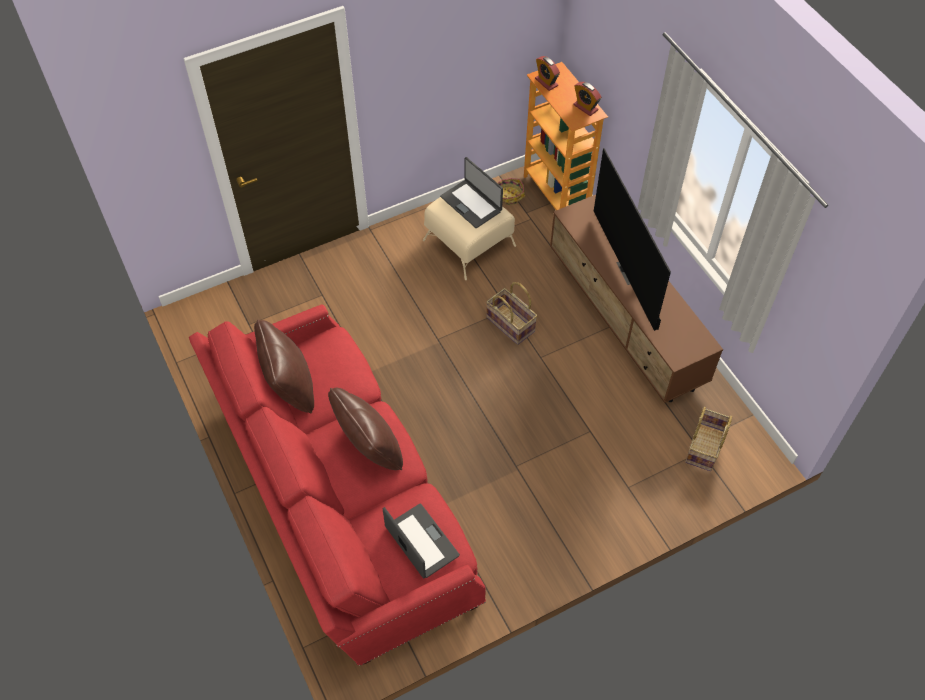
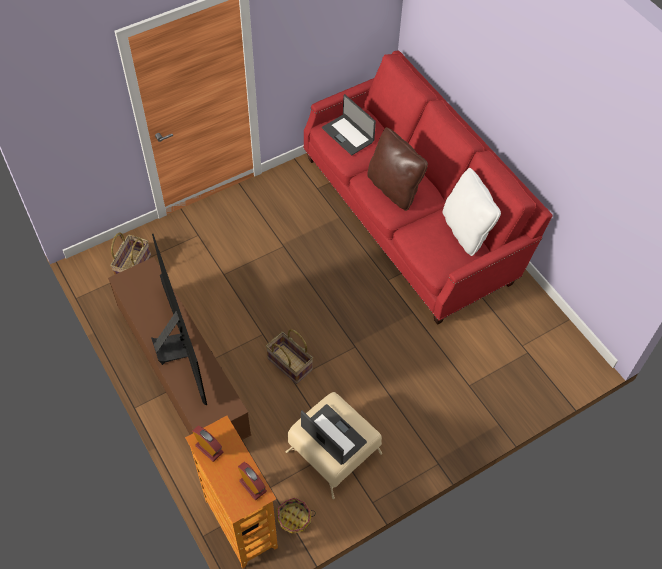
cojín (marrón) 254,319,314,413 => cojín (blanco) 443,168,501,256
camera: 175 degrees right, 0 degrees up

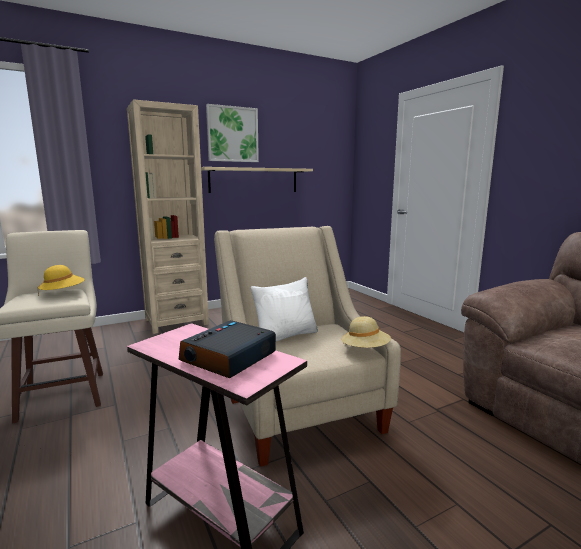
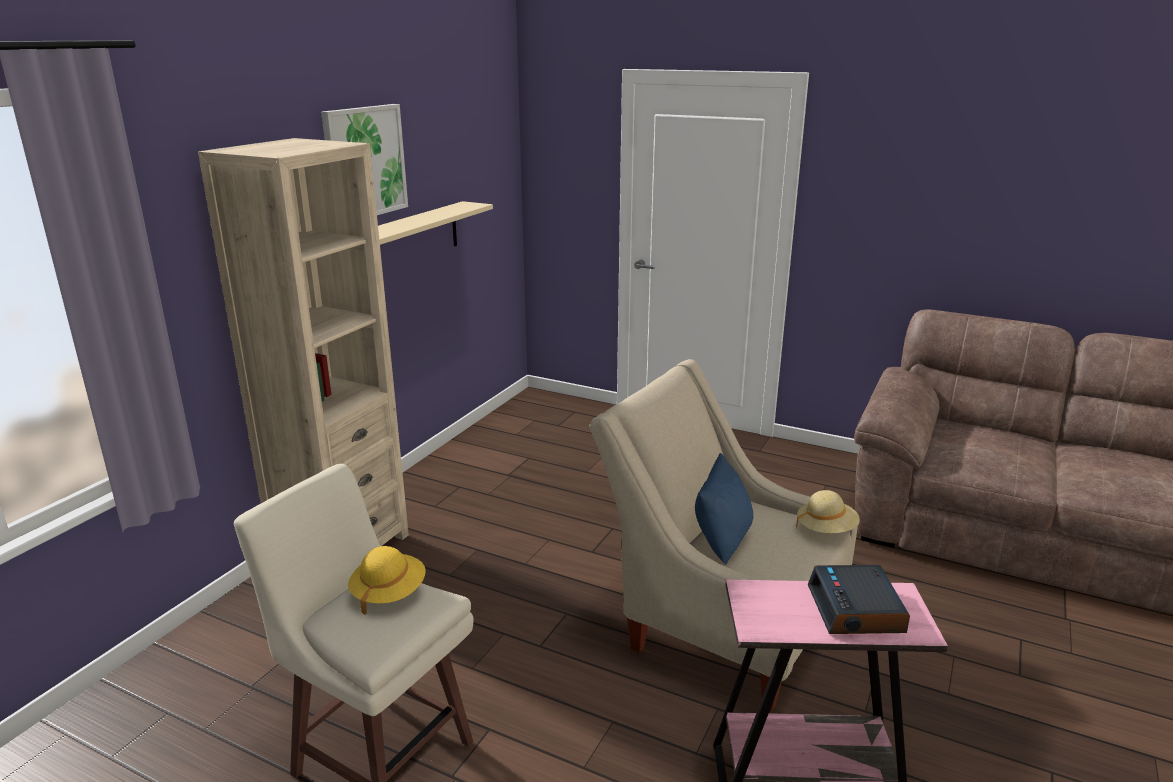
cojín (blanco) 251,277,318,341 => cojín (azul) 695,453,753,565
camera: 35 degrees left, 10 degrees up

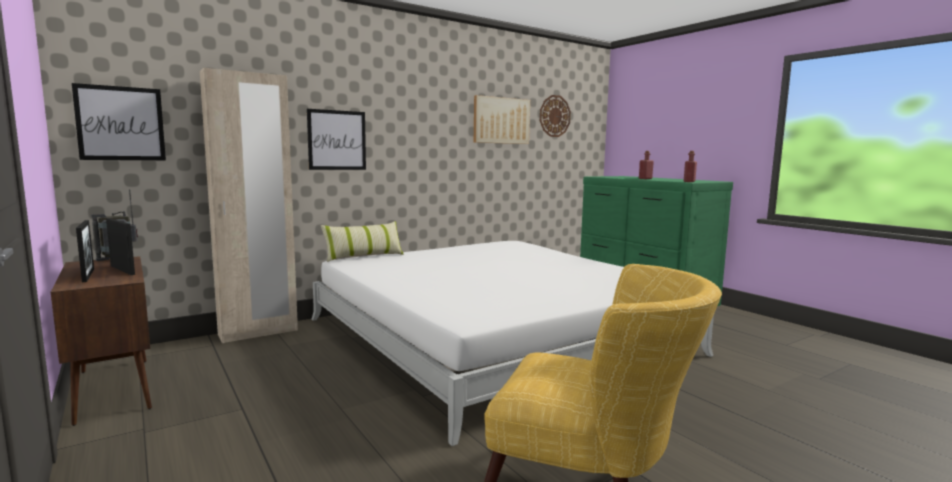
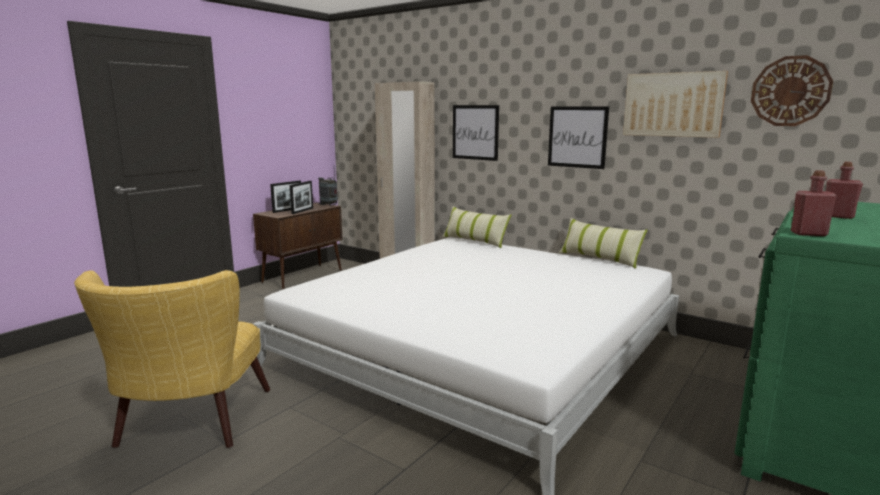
nothing => cojín 559,218,648,269
cuadro 72,83,166,160 => cuadro 548,106,609,169, shifted
camera: 70 degrees right, 5 degrees up

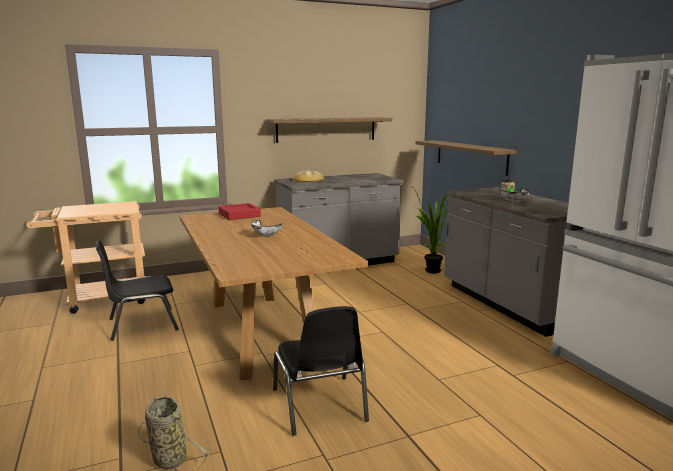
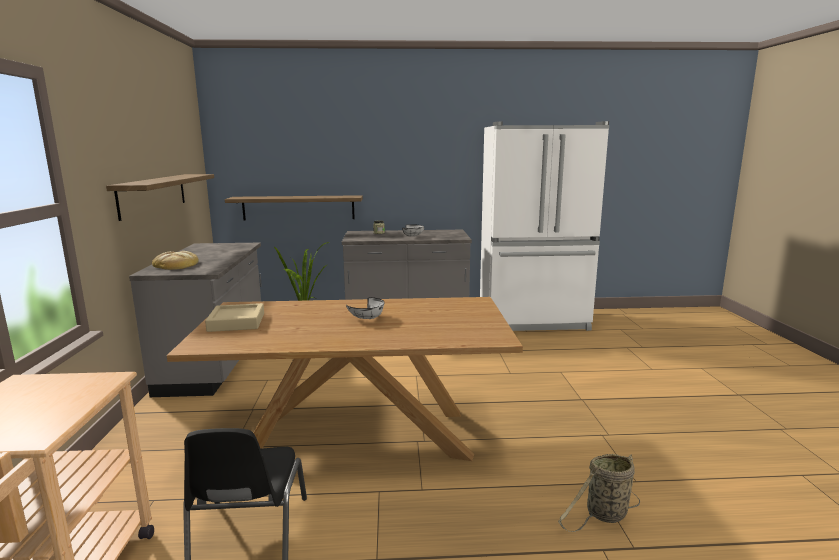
silla (negro) 273,306,369,436 => nothing
bandeja (rojo) 219,203,261,220 => bandeja (beis) 205,303,264,332
camera: 70 degrees left, 0 degrees up

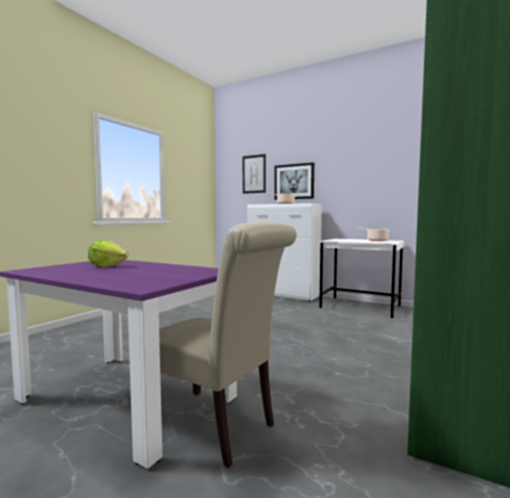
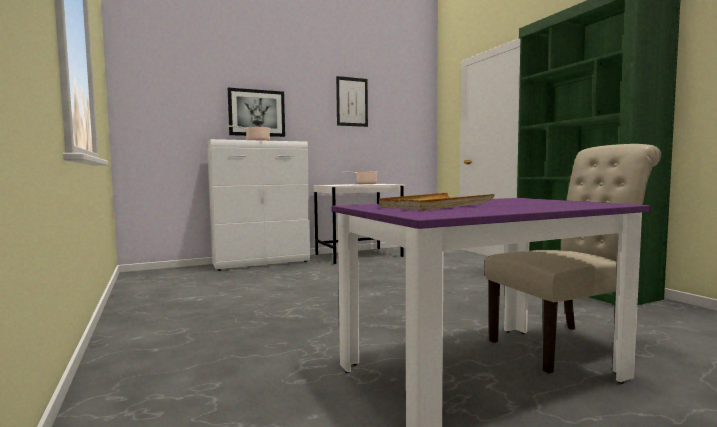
cuadro 243,154,266,194 => cuadro 336,76,368,127, shifted
lechuga 88,240,128,268 => bandeja (beis) 379,193,495,211
camera: 55 degrees left, 0 degrees up

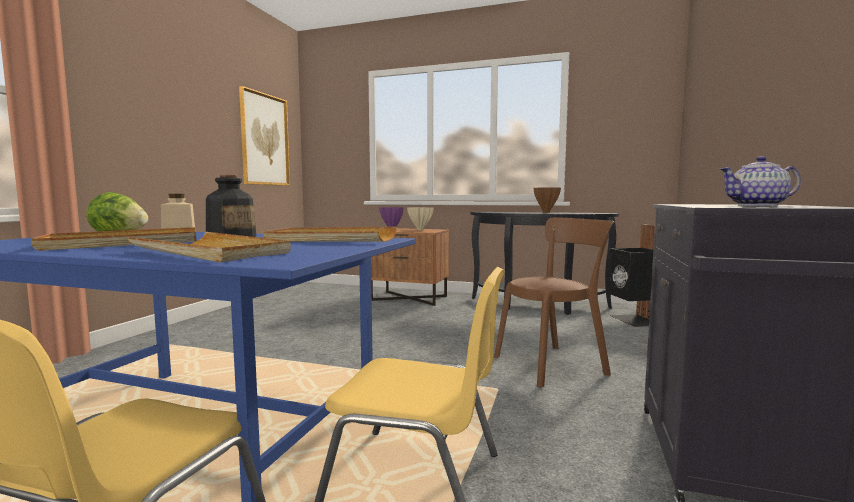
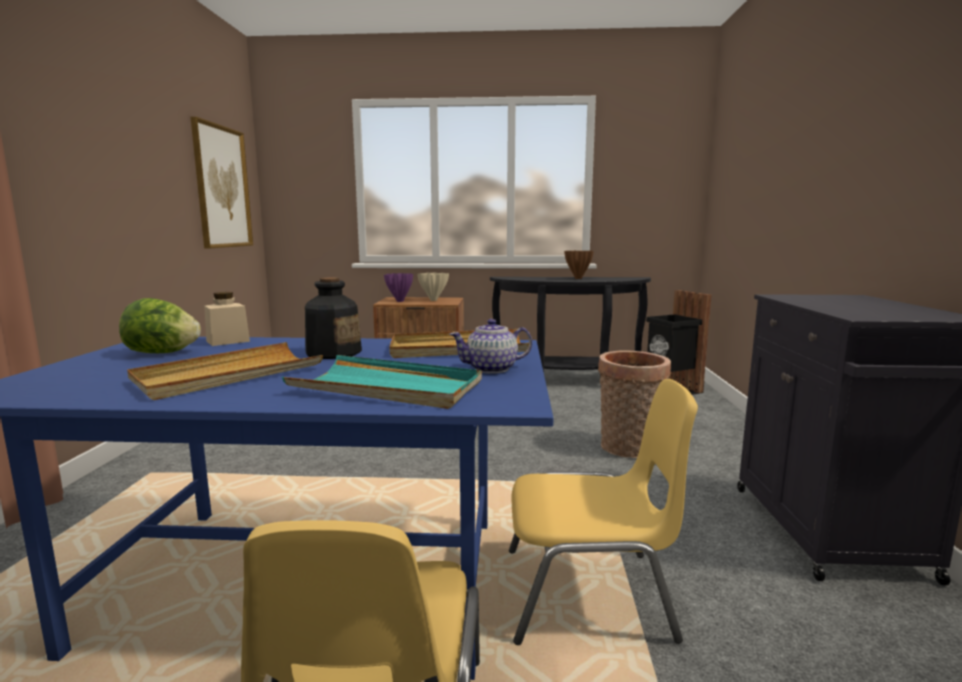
tetera 720,156,801,206 => tetera 449,319,532,373, shifted
silla (marrón) 494,217,614,388 => cesta 598,350,671,458
bandeja (beis) 126,232,291,262 => bandeja (turquesa) 282,355,482,409
camera: 15 degrees left, 5 degrees up

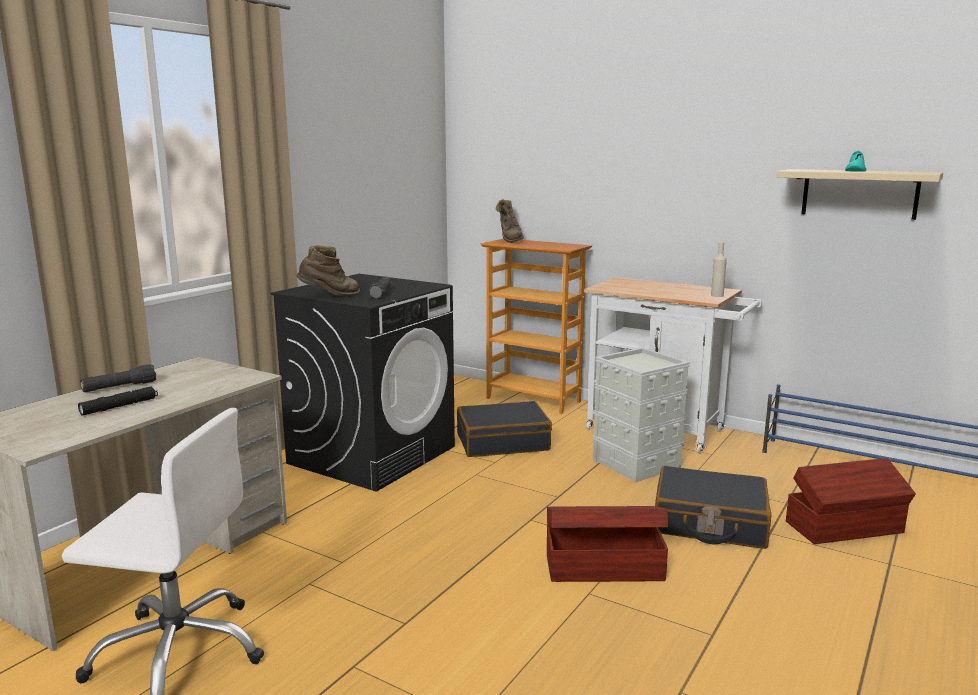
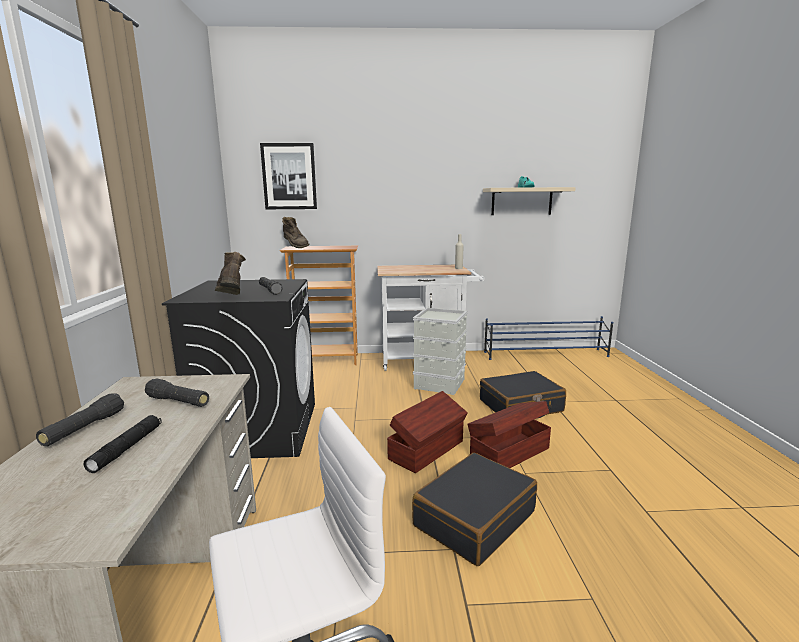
nothing => linterna (negro) 145,378,209,407
nothing => cuadro 260,143,317,209
maleta (negro) 457,401,552,457 => maleta (negro) 412,453,537,566, shifted
caja de almacenaje (marrón) 786,458,916,544 => caja de almacenaje (marrón) 387,391,468,473, shifted
bota (marrón) 297,246,360,297 => bota (marrón) 215,252,246,295, 60 degrees counterclockwise
camera: 35 degrees left, 0 degrees up

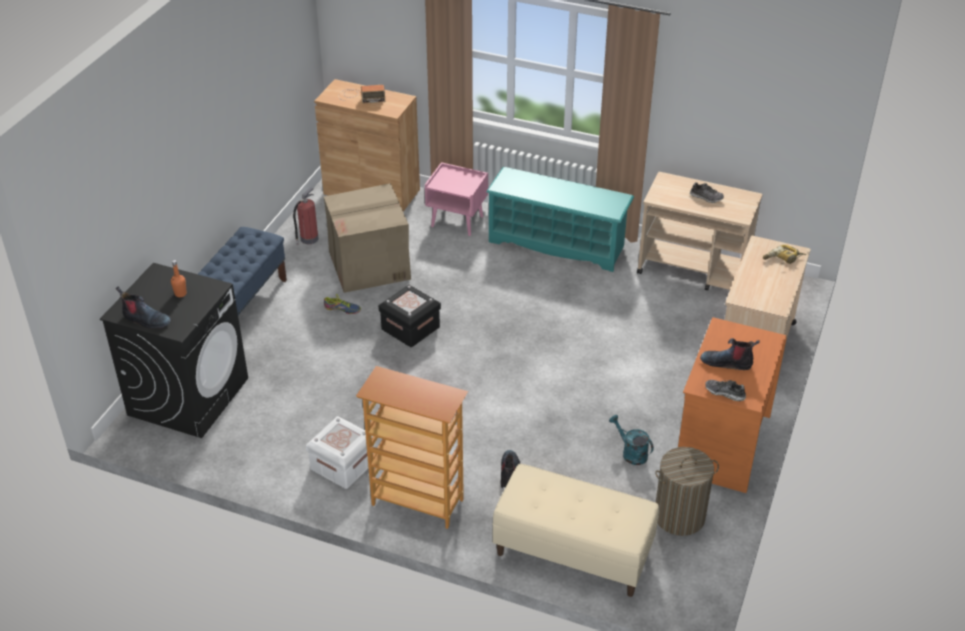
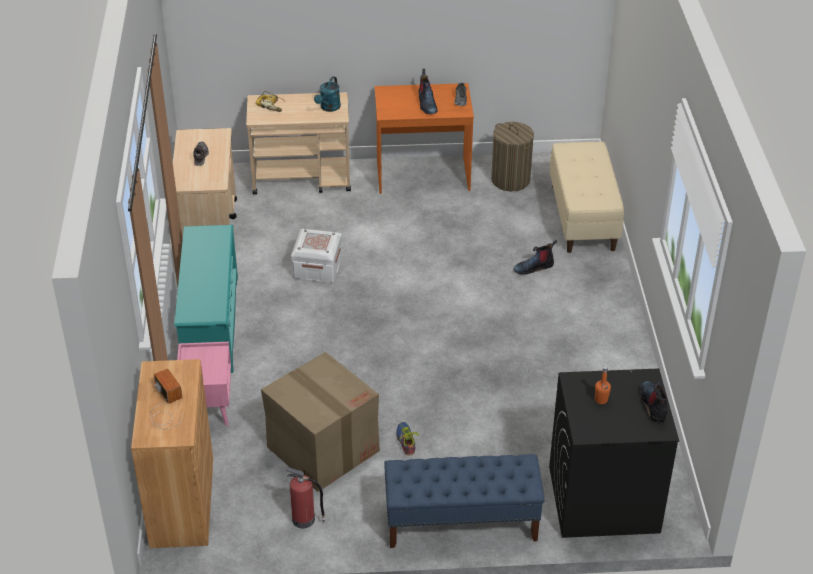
estantería 356,366,468,529 => nothing
caja de almacenaje (negro) 378,285,441,347 => nothing
caja de almacenaje (blanco) 306,416,375,489 => caja de almacenaje (blanco) 291,229,342,283, shifted
regadera (turquesa) 609,415,654,465 => regadera (turquesa) 314,76,341,112, shifted
camera: 115 degrees left, 0 degrees up

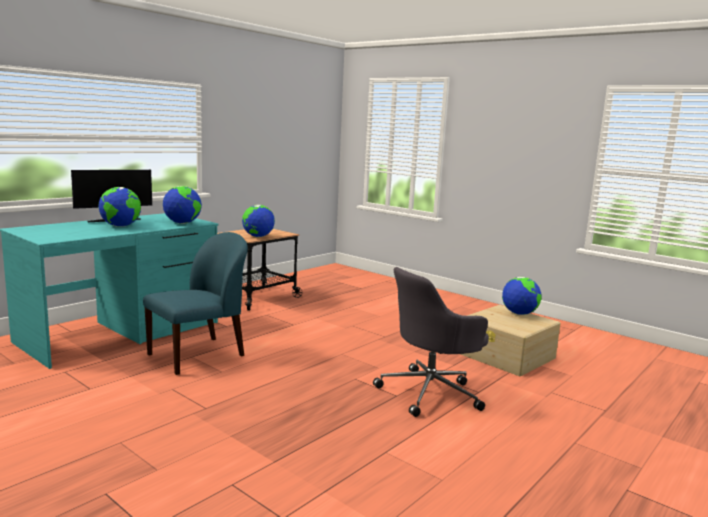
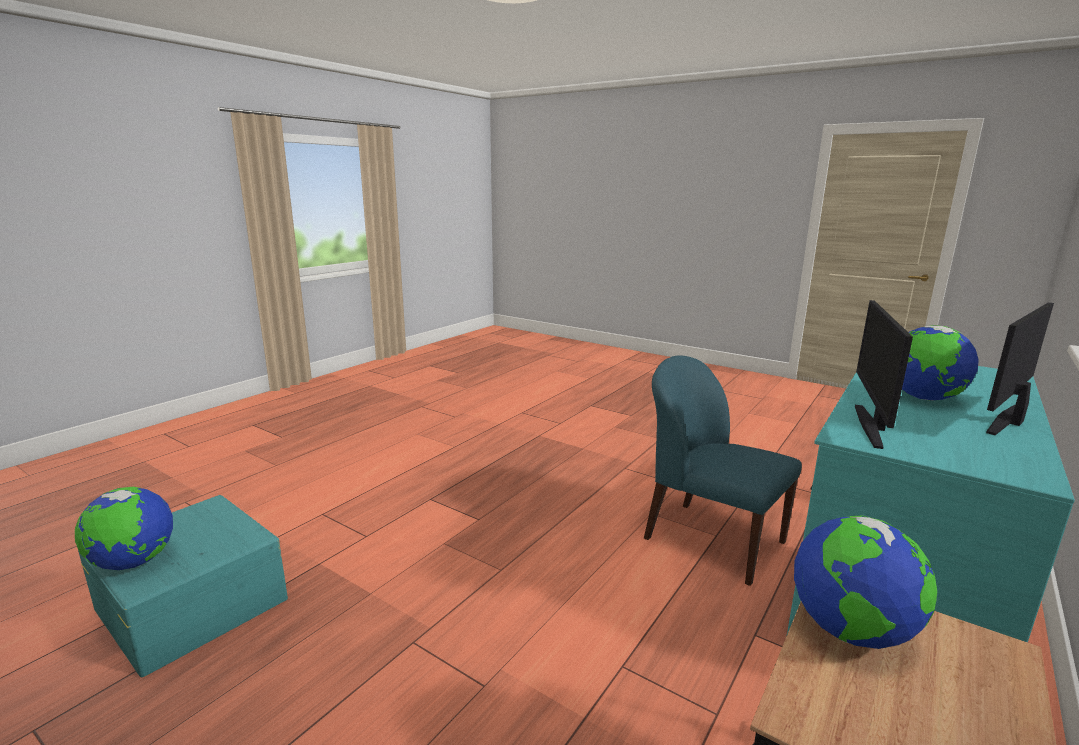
silla de oficina (gris) 373,267,489,417 => nothing
globo terráqueo 163,186,202,224 => monitor 855,300,913,449
caja de almacenaje (beis) 461,305,561,376 => caja de almacenaje (turquesa) 78,495,288,677
silla (azul) 143,232,248,375 => silla (azul) 644,356,802,586, 90 degrees clockwise
camera: 175 degrees right, 5 degrees up

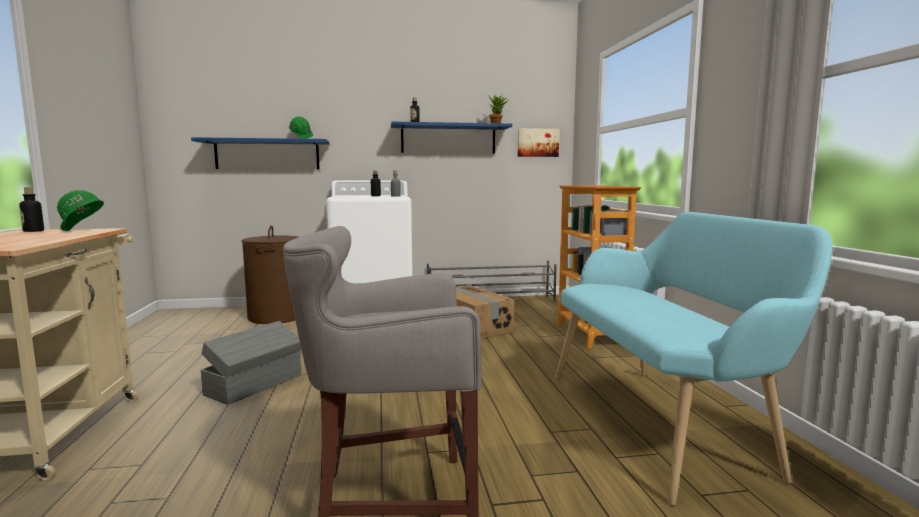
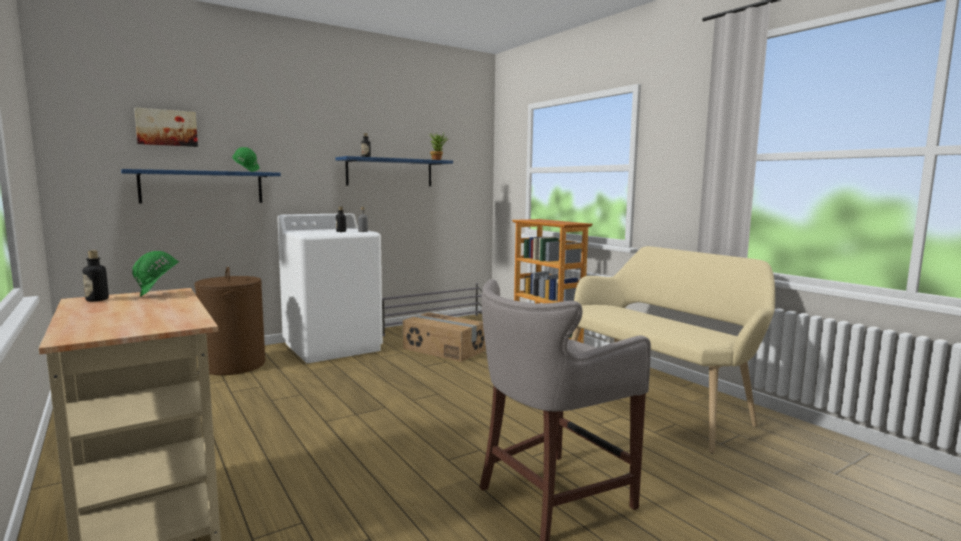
caja de almacenaje (gris) 201,321,301,405 => nothing
cuadro 518,128,559,157 => cuadro 134,107,198,147, shifted
banco (turquesa) 555,212,832,506 => banco (beis) 571,246,775,453
camera: 25 degrees left, 0 degrees up

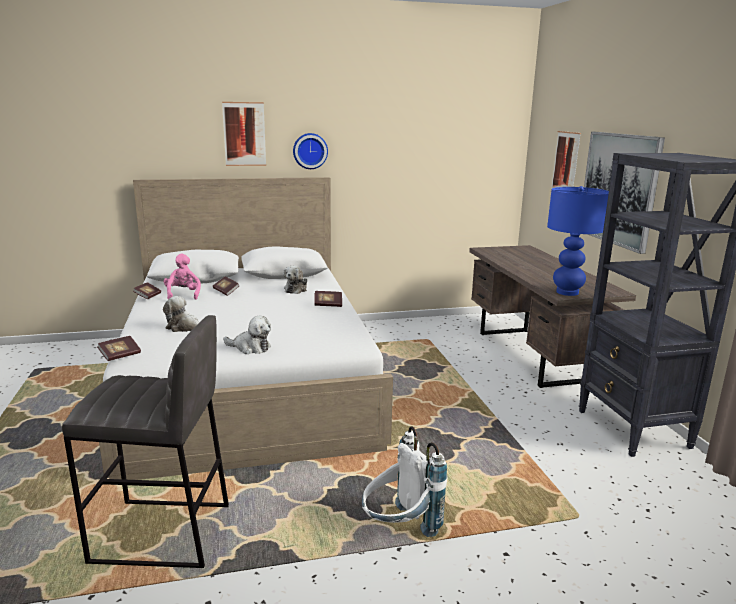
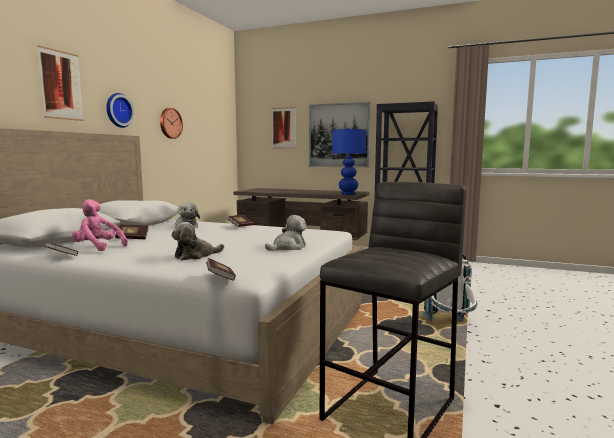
nothing => reloj de pared 160,108,183,139
camera: 55 degrees left, 10 degrees down

